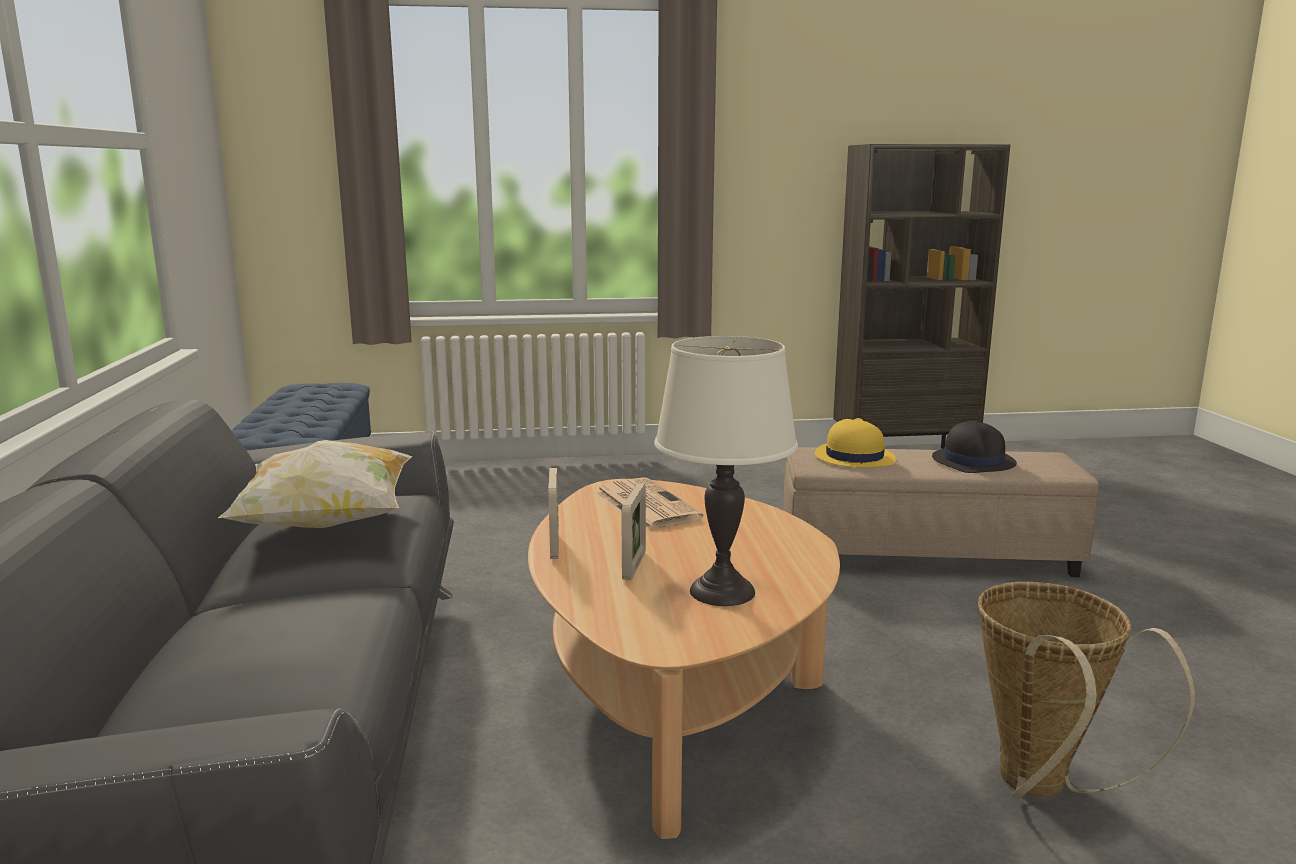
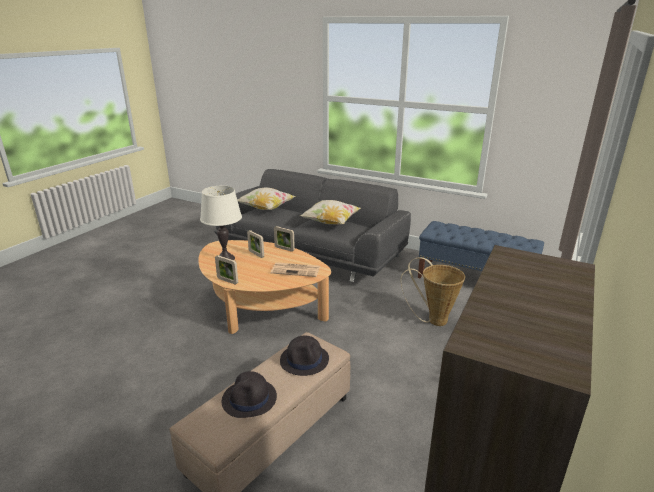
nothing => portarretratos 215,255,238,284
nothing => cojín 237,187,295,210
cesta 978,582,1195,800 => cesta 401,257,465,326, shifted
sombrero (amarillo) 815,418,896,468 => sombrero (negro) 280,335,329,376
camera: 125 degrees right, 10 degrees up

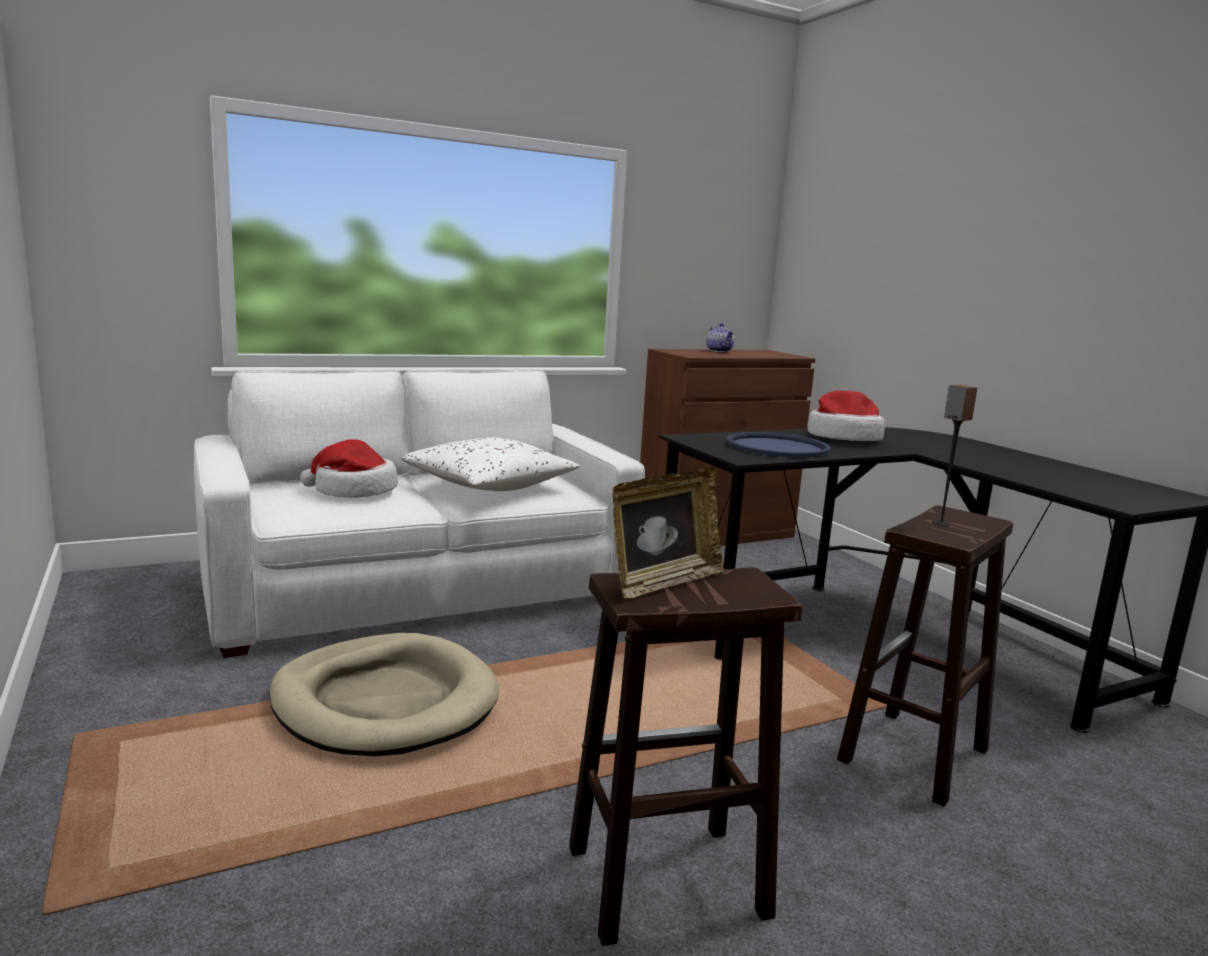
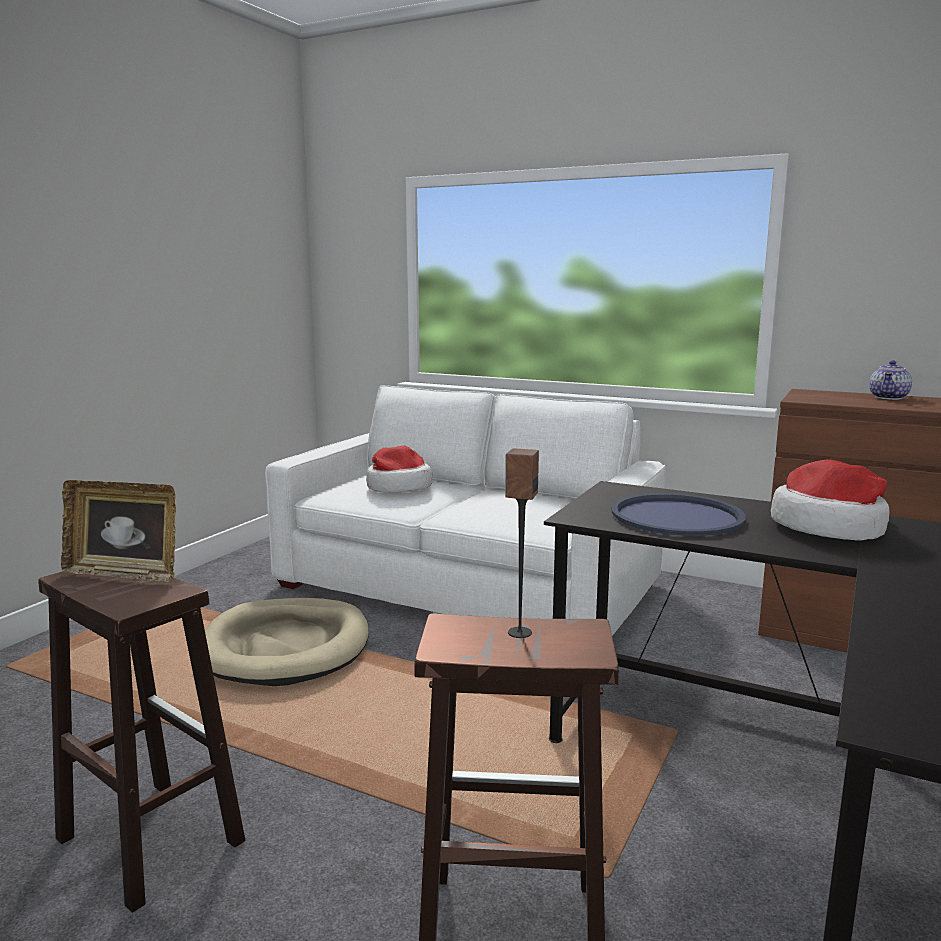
cojín (blanco) 401,438,580,491 => nothing
camera: 55 degrees right, 0 degrees up

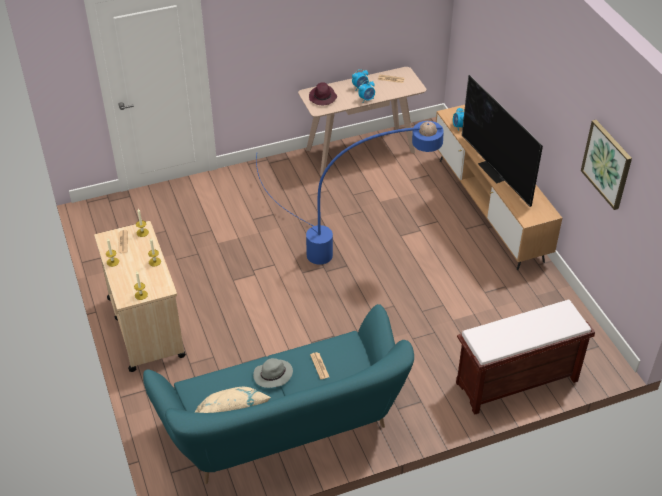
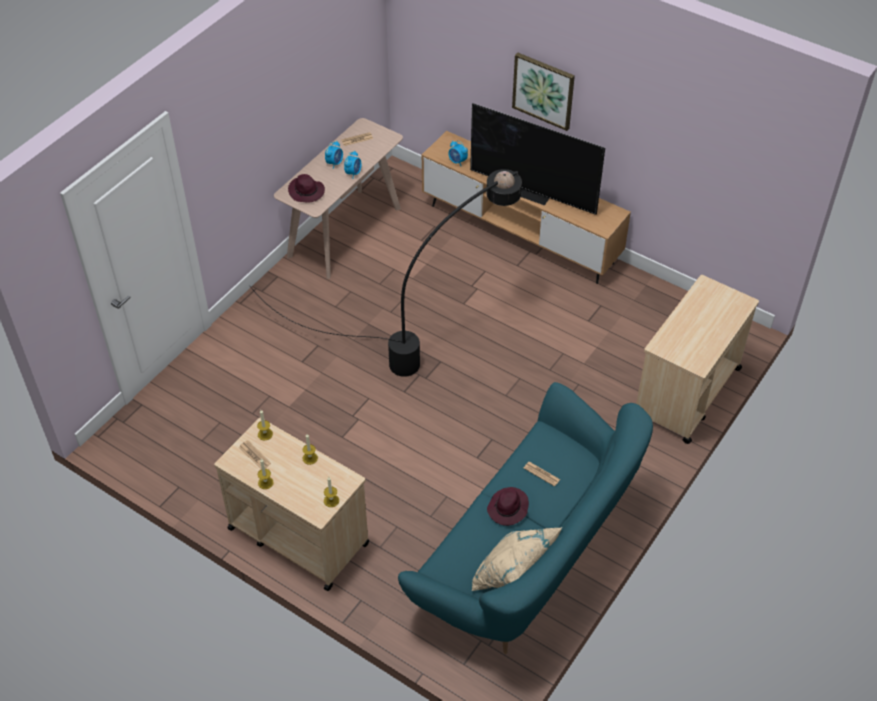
cuadro 581,120,632,210 => cuadro 512,53,575,131, shifted
banco (marrón) 456,300,595,415 => carrito (beis) 636,275,759,444
sombrero (gris) 253,358,293,388 => sombrero (morado) 487,487,529,526
lámpara de pie (azul) 256,121,444,265 => lámpara de pie (negro) 249,169,522,377
camera: 35 degrees left, 5 degrees up

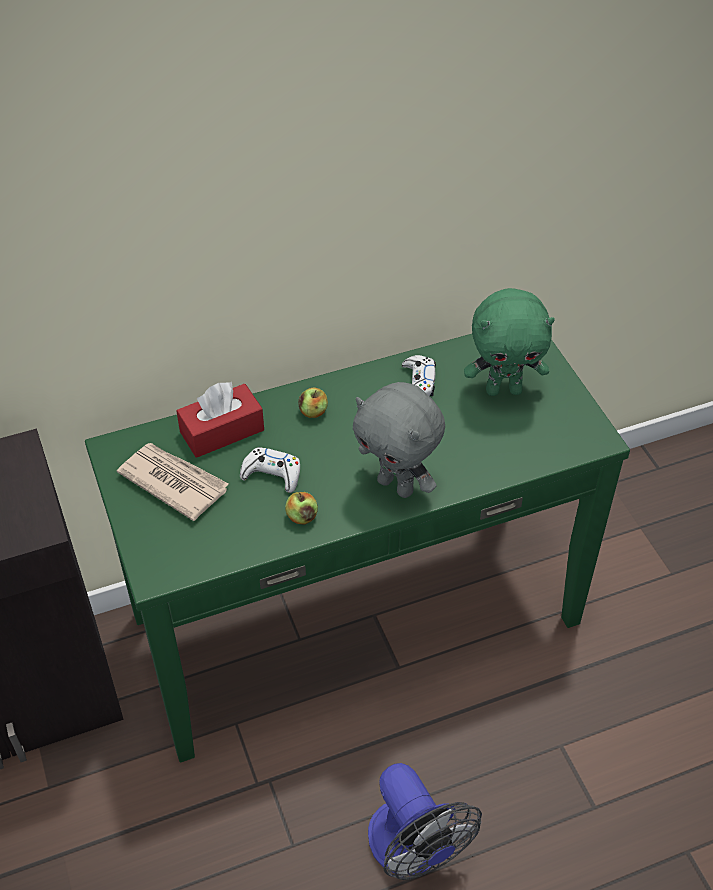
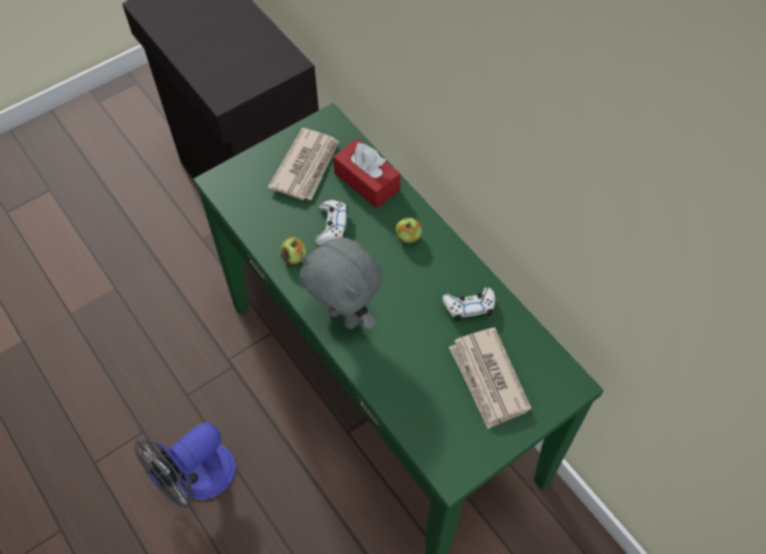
peluche (verde) 464,288,555,396 => periódico 449,327,532,429
peluche (gris) 353,382,445,498 => peluche (gris) 300,237,382,330, 75 degrees counterclockwise
camera: 75 degrees right, 10 degrees up

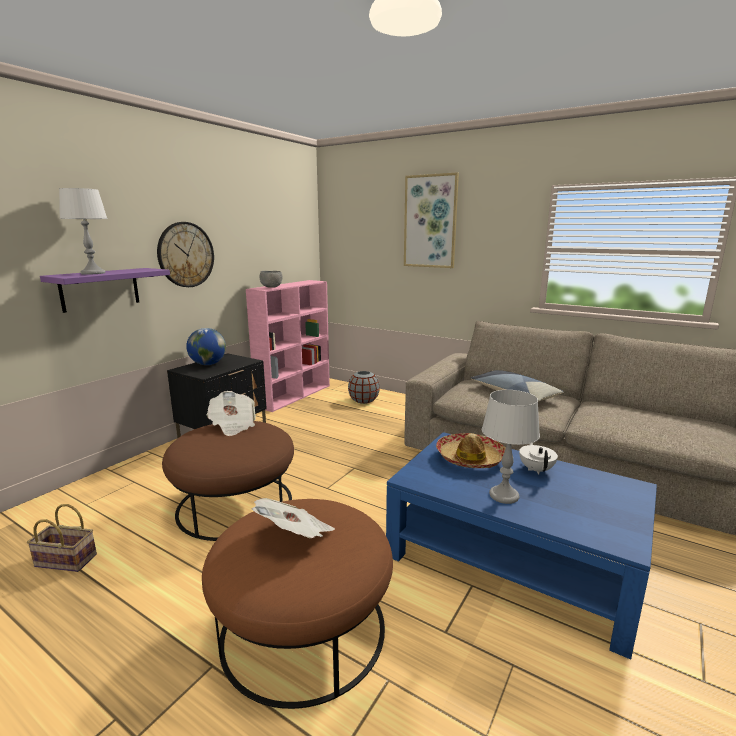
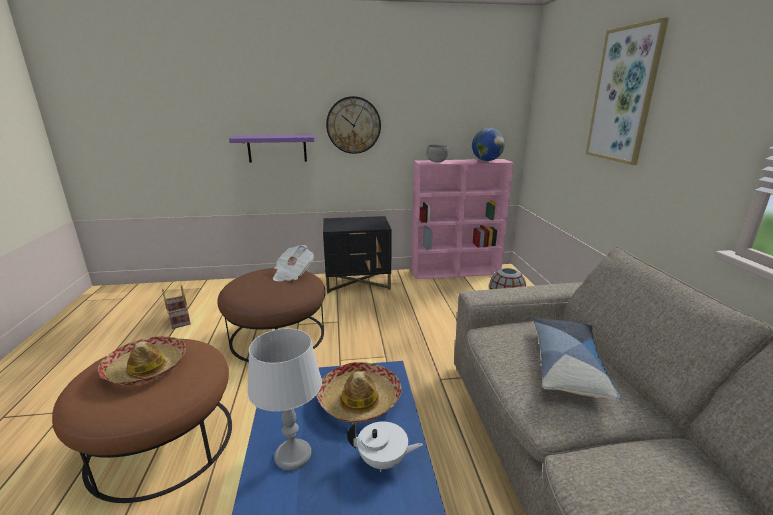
lámpara de mesa (gris) 59,188,108,275 => nothing
globo terráqueo 186,328,226,365 => globo terráqueo 472,128,505,161, shifted
periódico 251,498,335,538 => sombrero 97,336,186,385
tetera (blanco) 519,443,558,474 => tetera (blanco) 347,421,423,472, 45 degrees clockwise
camera: 50 degrees right, 5 degrees up

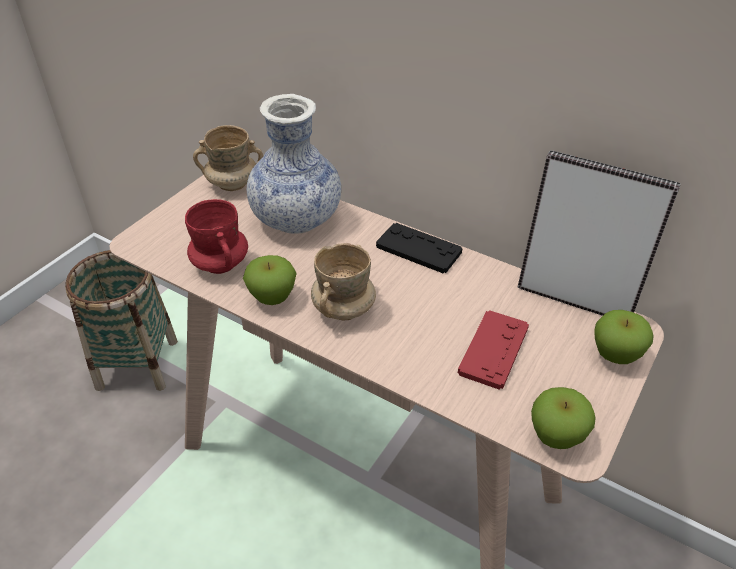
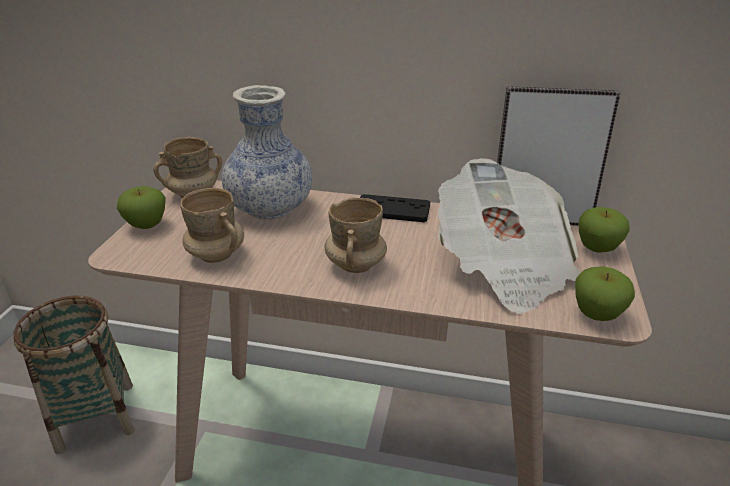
manzana 243,255,297,305 => manzana 117,186,165,229, shifted
mando de consola (rojo) 458,310,529,390 => periódico 438,158,581,314
taza grande (rojo) 185,199,248,274 => taza grande (beis) 180,188,244,263
camera: 20 degrees left, 10 degrees down

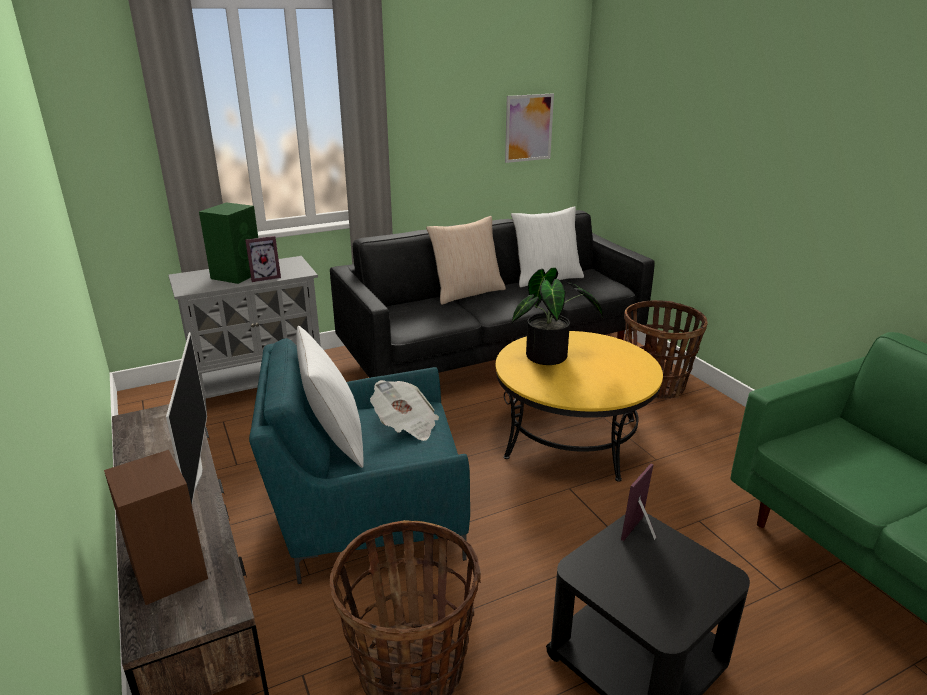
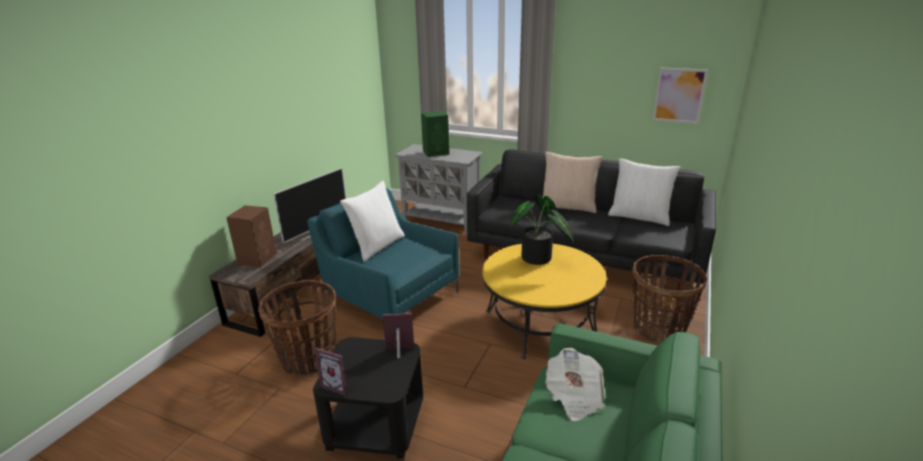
portarretratos 245,236,281,282 => portarretratos 315,348,347,396, shifted
periódico 370,380,439,441 => periódico 545,348,605,421, shifted
camera: 50 degrees right, 0 degrees up

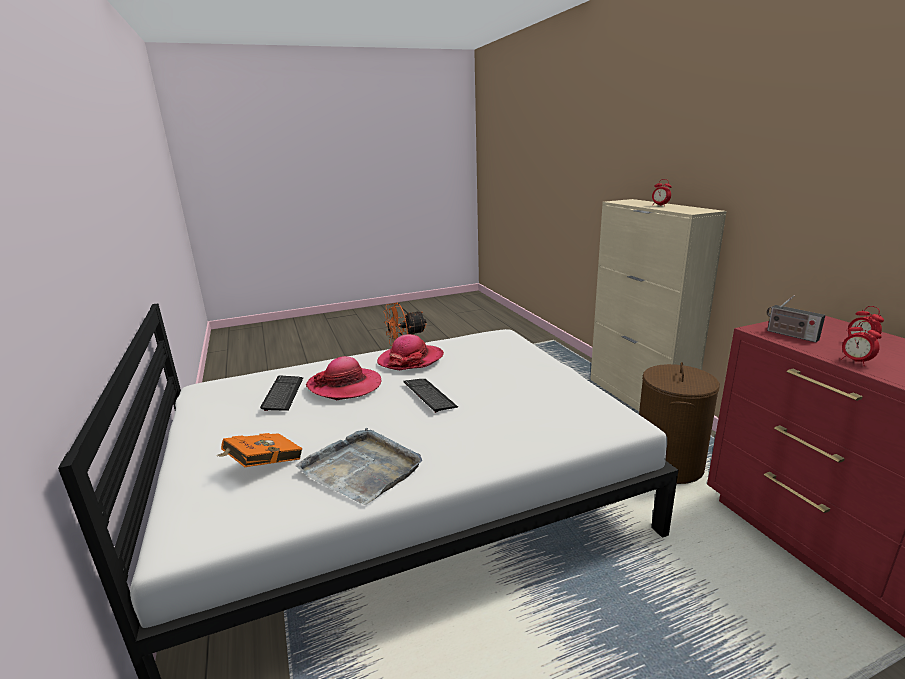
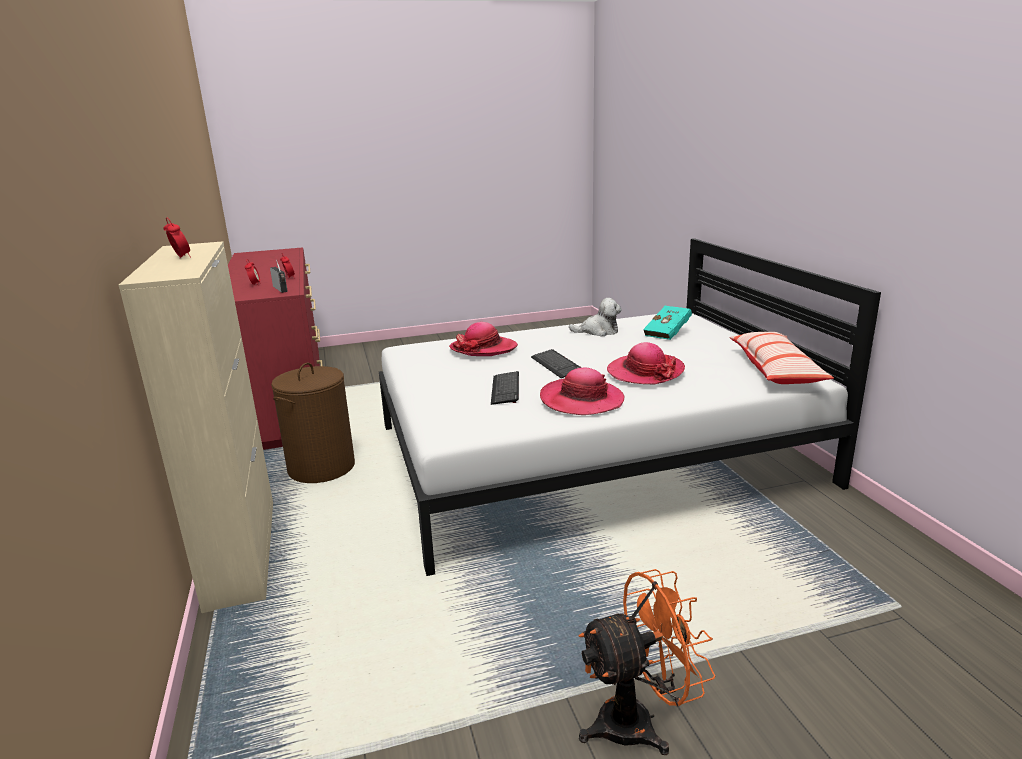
nothing => sombrero 449,322,518,356
nothing => cojín 729,332,834,384
teclado 260,376,303,411 => teclado 491,371,519,405, shifted
bandeja (gris) 296,428,422,505 => peluche 569,298,622,337
libro (naranja) 218,433,303,467 => libro (turquesa) 643,306,692,340
camera: 175 degrees left, 0 degrees up

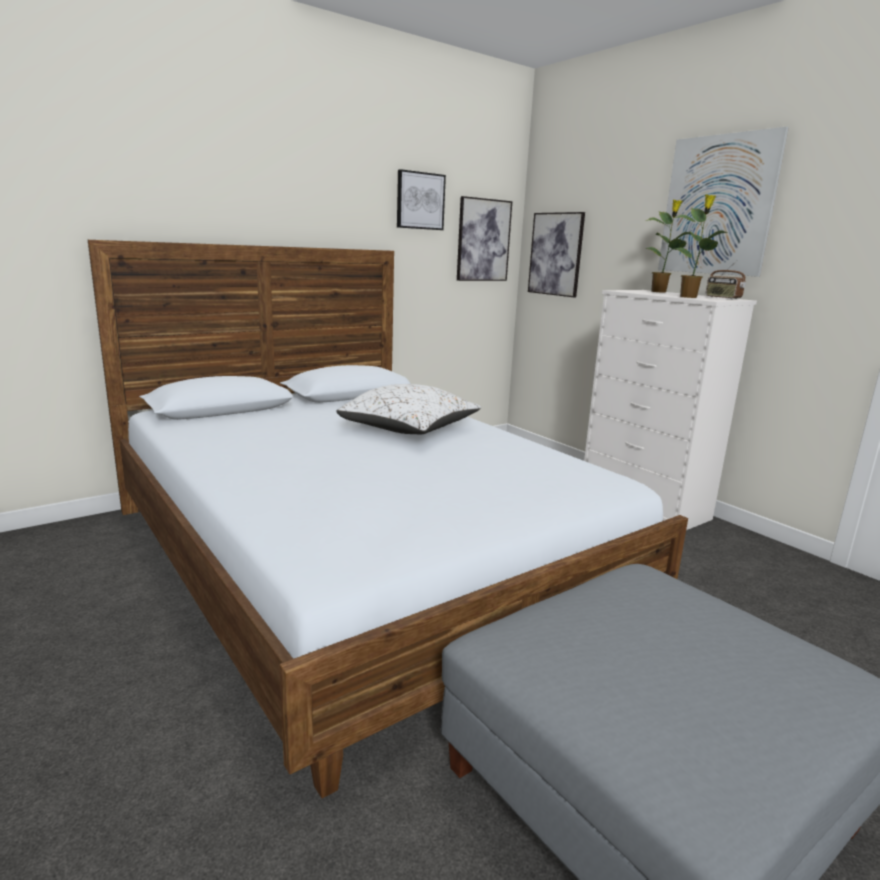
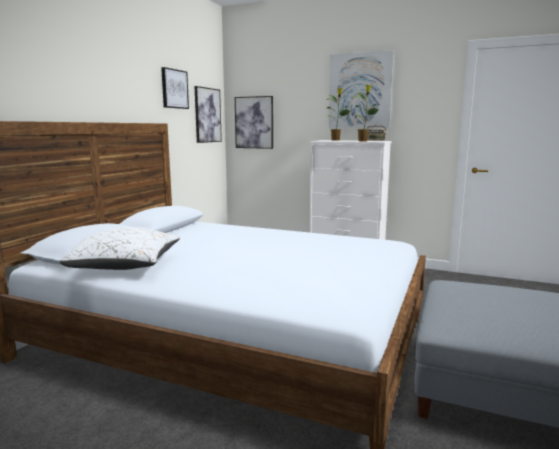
cojín (blanco) 336,384,481,435 => cojín (blanco) 60,227,180,270, shifted
camera: 30 degrees left, 5 degrees down

